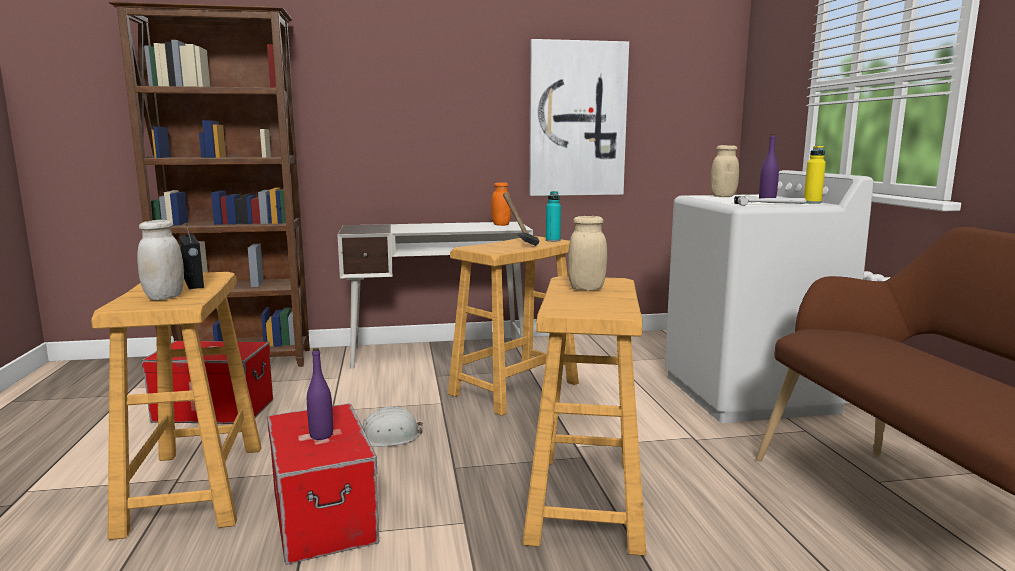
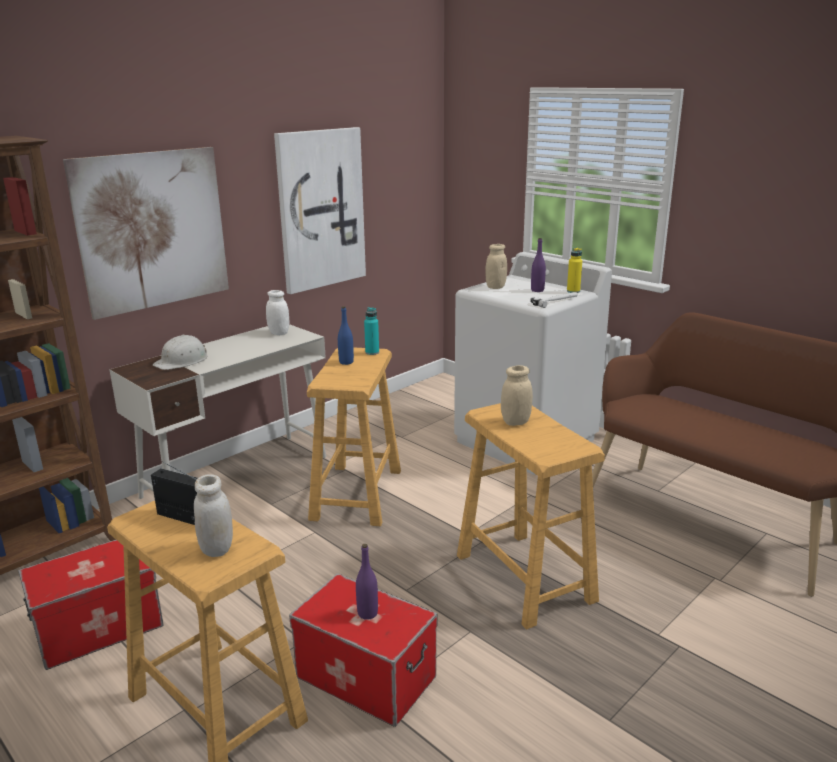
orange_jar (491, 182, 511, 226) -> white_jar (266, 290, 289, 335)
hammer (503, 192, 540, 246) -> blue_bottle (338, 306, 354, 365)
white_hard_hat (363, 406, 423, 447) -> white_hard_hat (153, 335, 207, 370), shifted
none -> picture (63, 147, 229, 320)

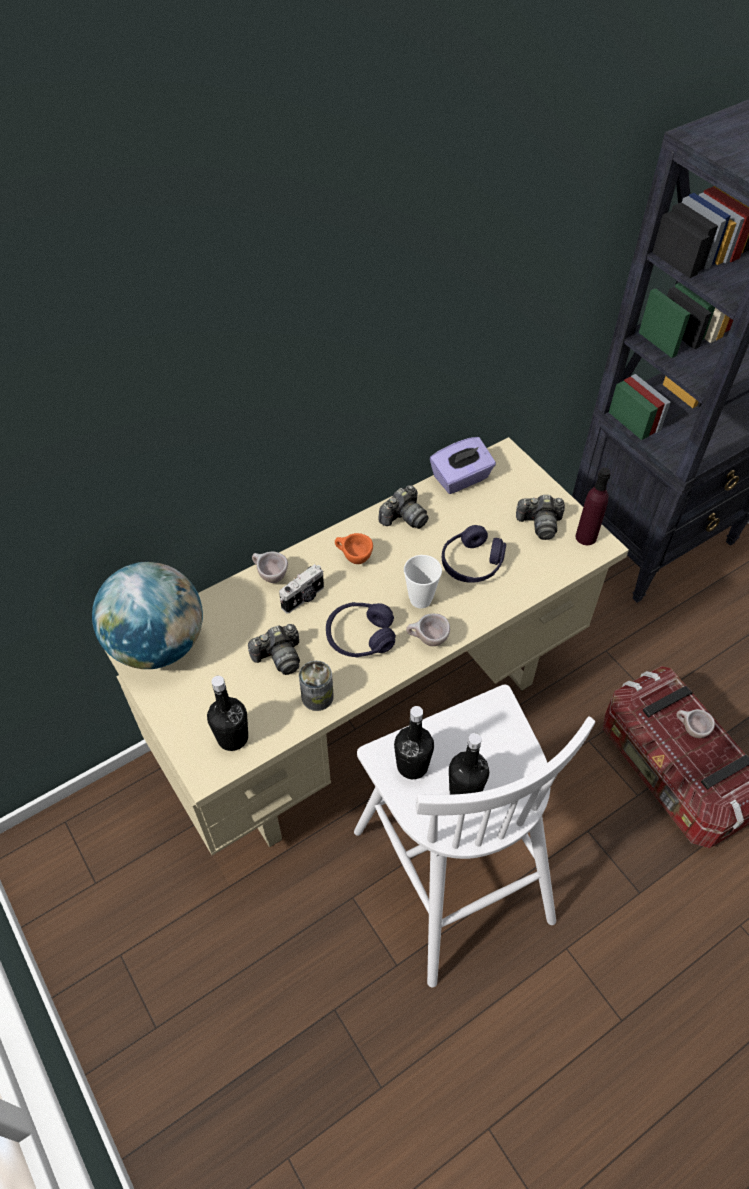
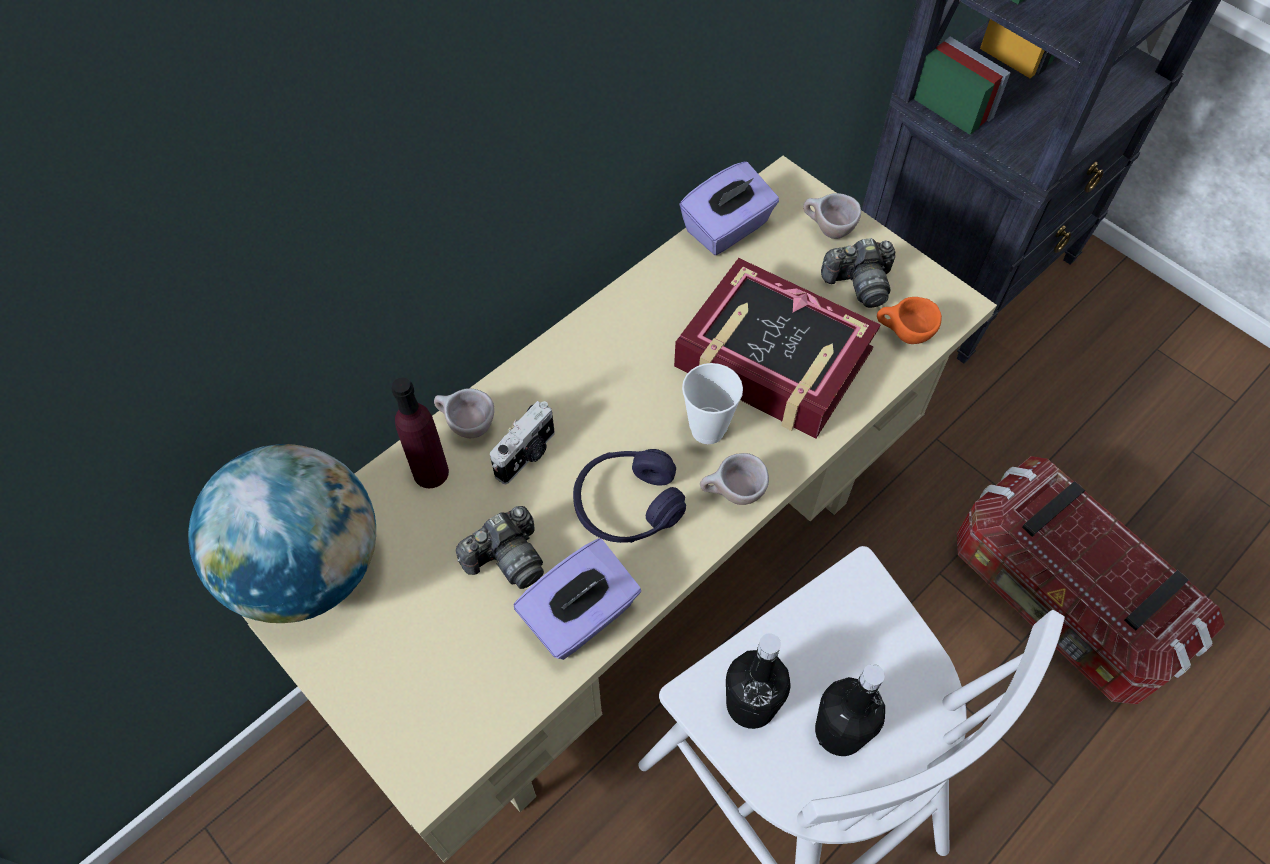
purple_bottle (575, 468, 611, 545) -> purple_bottle (391, 377, 449, 488), shifted
photo_camera (379, 485, 429, 529) -> none
purple_headphones (442, 525, 506, 583) -> book (674, 258, 880, 439)
orange_cup (335, 533, 373, 564) -> orange_cup (877, 297, 942, 344), shifted
can (299, 661, 334, 711) -> purple_tissue_box (514, 538, 641, 660)
black_bottle (207, 676, 248, 751) -> none
beige_cup (676, 709, 715, 738) -> beige_cup (803, 193, 861, 239), shifted

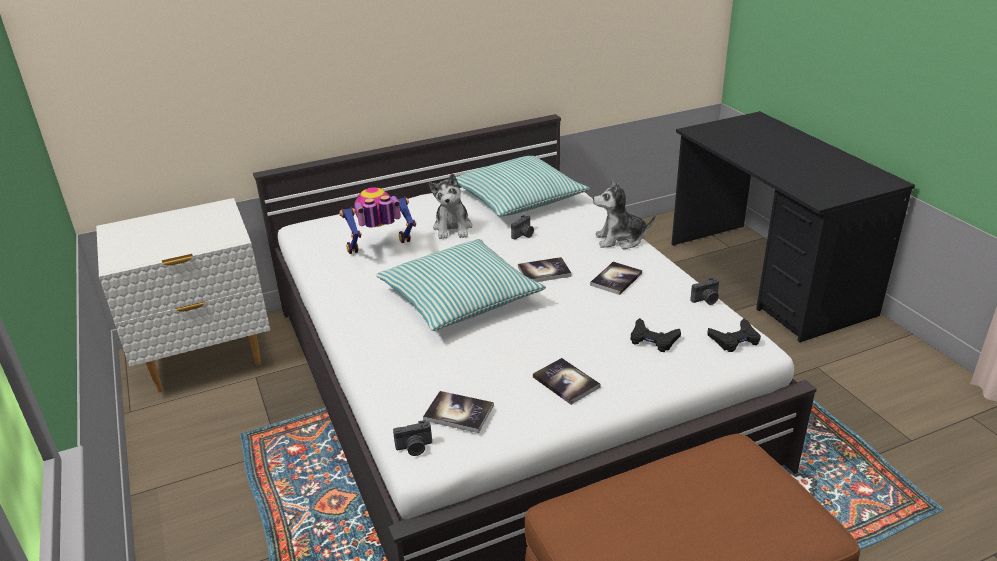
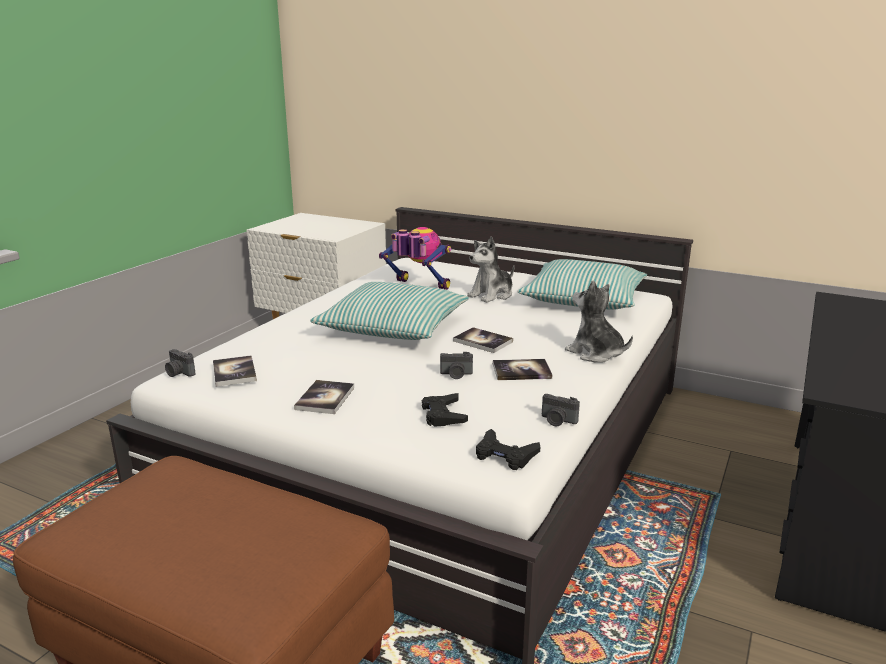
photo_camera (511, 215, 534, 239) -> photo_camera (440, 352, 473, 379), shifted

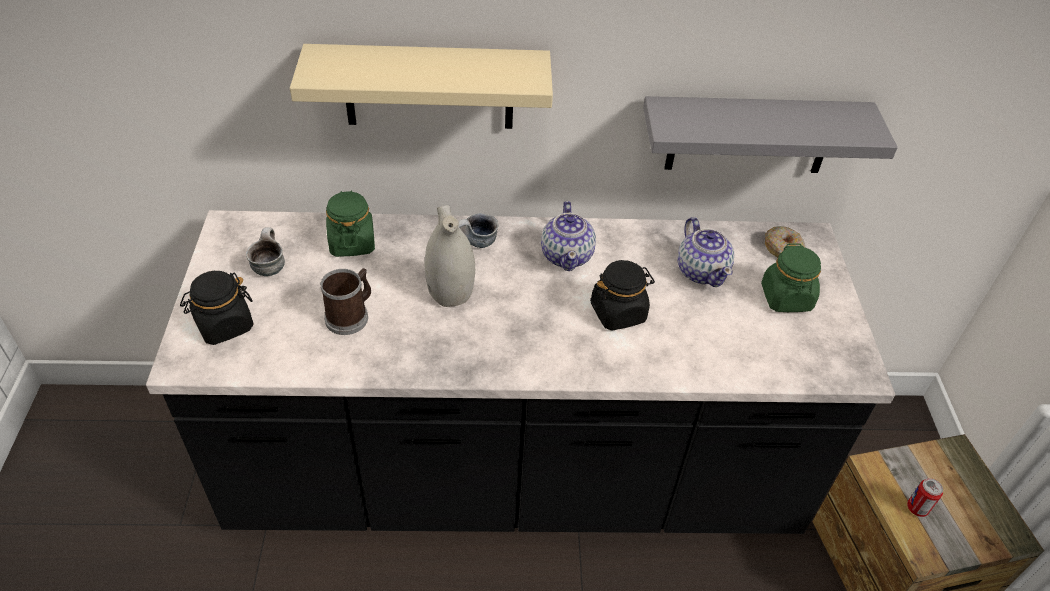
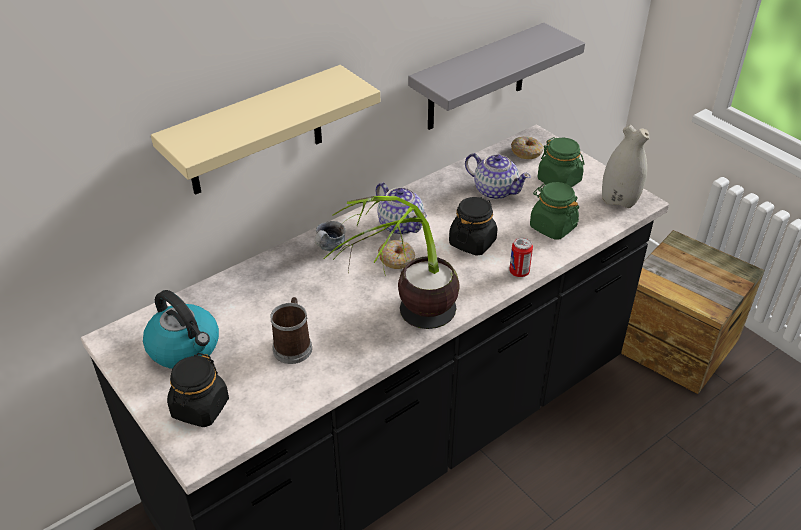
green_jar (326, 190, 375, 257) -> green_jar (530, 182, 579, 239), shifted
white_vase (424, 205, 475, 307) -> white_vase (602, 125, 650, 208), shifted
mug (246, 227, 285, 276) -> kettle (143, 290, 219, 369)
can (907, 478, 943, 517) -> can (509, 237, 533, 277), shifted
none -> potted_plant (323, 196, 460, 329)
none -> donut (378, 240, 415, 269)

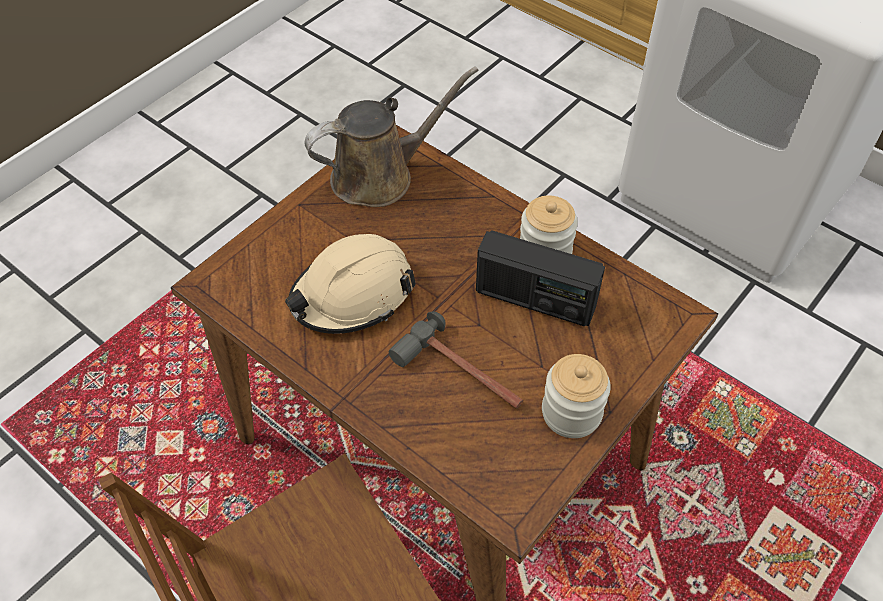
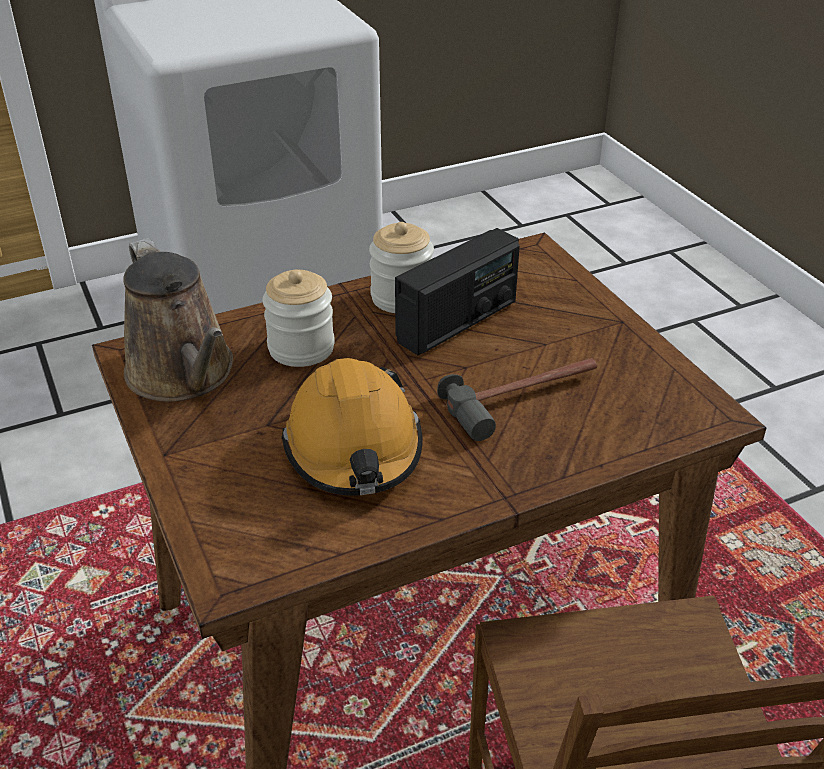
brown_watering_can (305, 67, 479, 207) -> brown_watering_can (123, 238, 233, 402), 150 degrees clockwise
beige_hard_hat (285, 234, 416, 334) -> orange_hard_hat (281, 358, 423, 496)
jar (542, 354, 611, 438) -> jar (262, 270, 335, 367), shifted

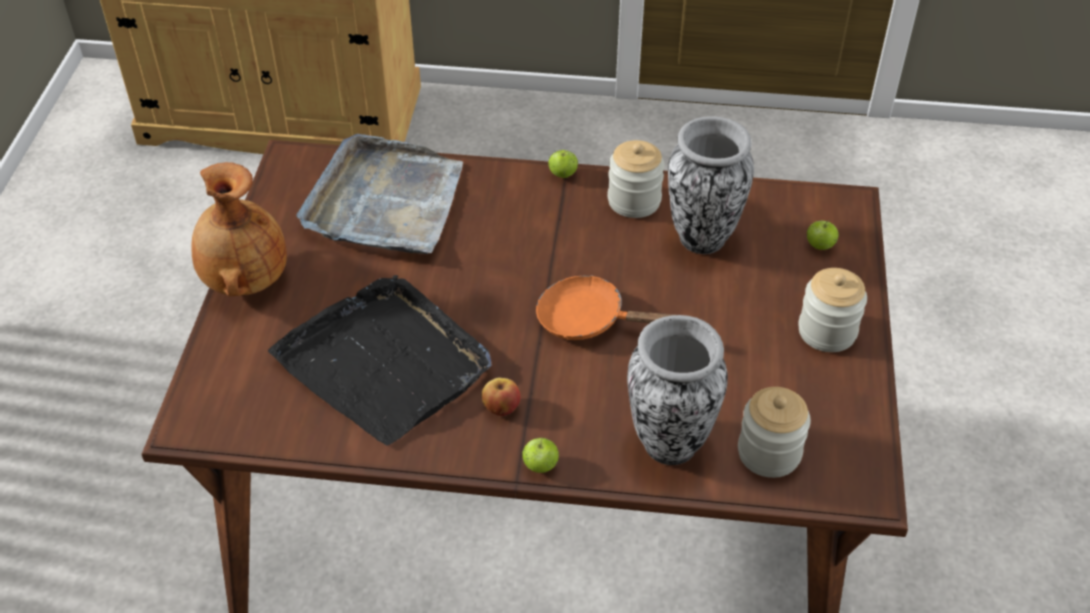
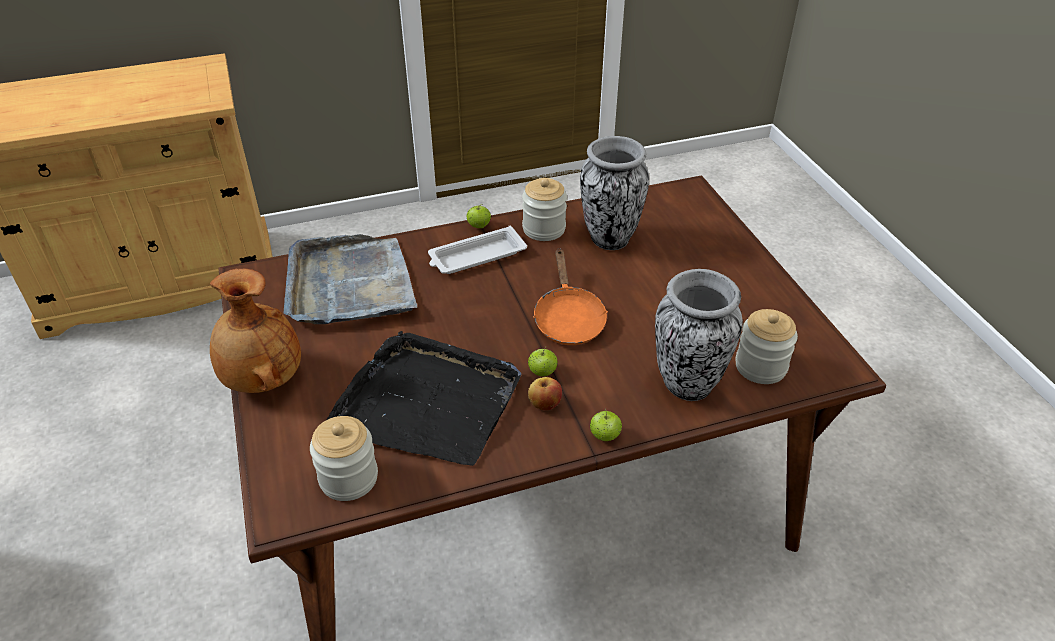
apple (807, 219, 839, 250) -> apple (528, 347, 558, 376), shifted
jar (798, 268, 867, 352) -> jar (310, 416, 378, 501), shifted
orange_frying_pan (536, 275, 674, 340) -> orange_frying_pan (533, 248, 608, 345), 90 degrees counterclockwise
none -> white_tray (428, 225, 527, 274)

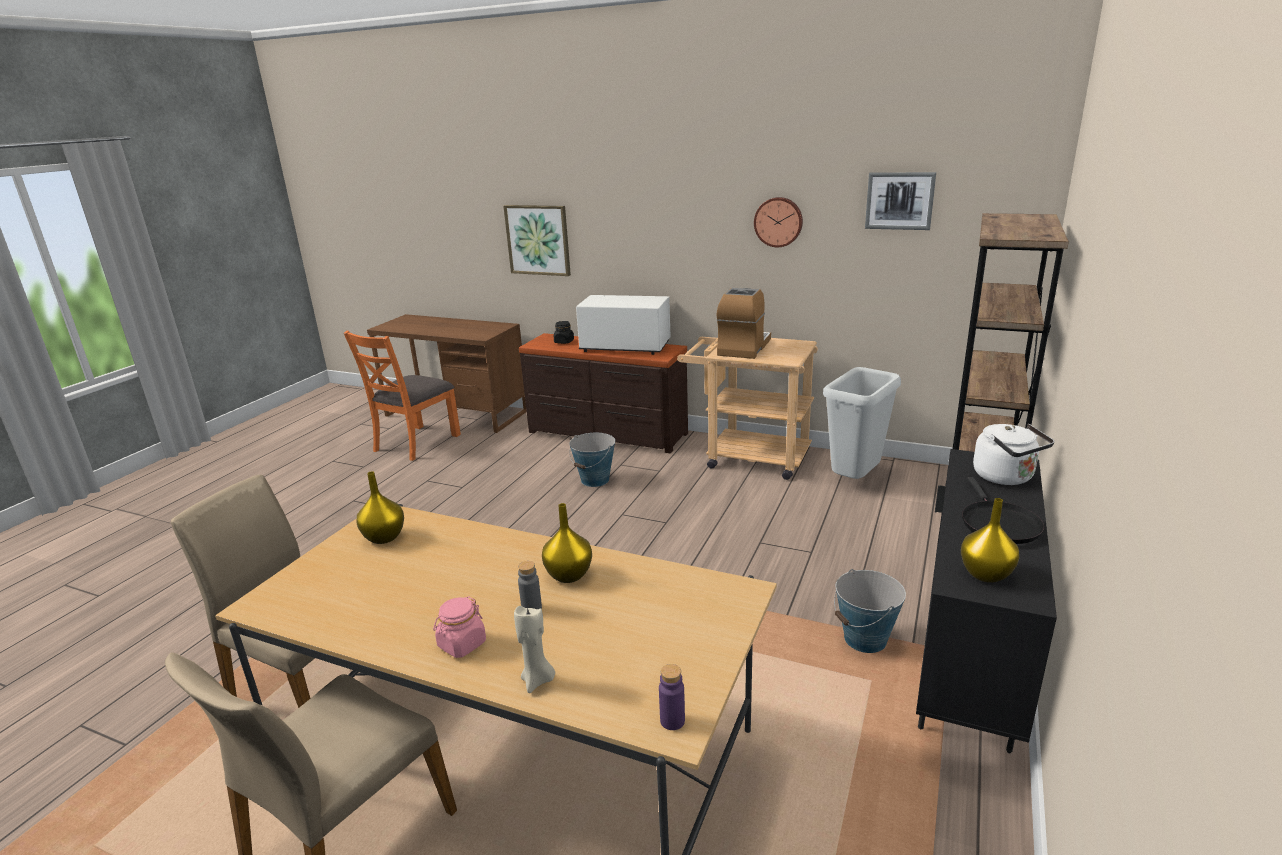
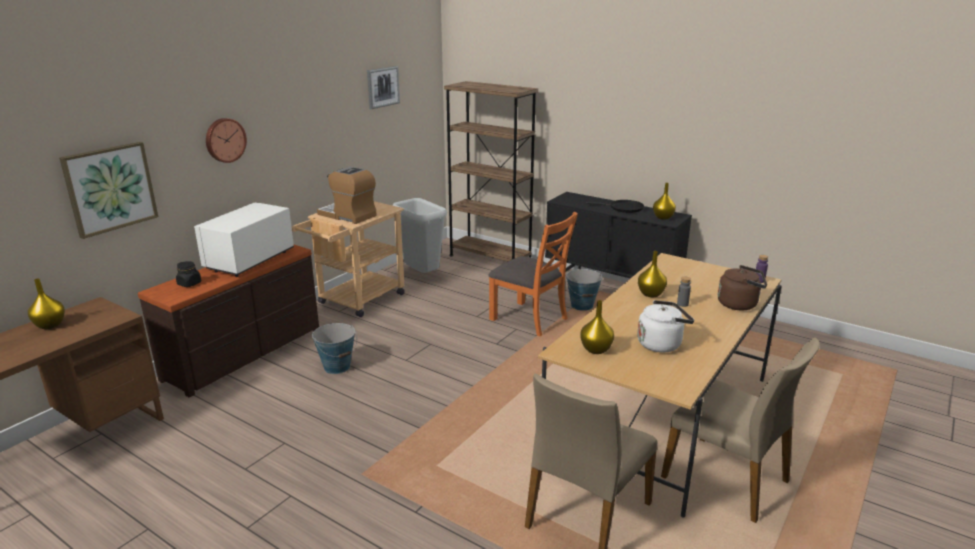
wall_clock (754, 197, 803, 247) -> wall_clock (206, 118, 247, 163), shifted
orange_chair (344, 331, 461, 461) -> orange_chair (488, 212, 578, 336), shifted
white_kettle (973, 424, 1054, 485) -> white_kettle (637, 300, 694, 353), shifted
pink_jar (433, 596, 486, 658) -> none
beige_candle (514, 606, 555, 693) -> brown_kettle (718, 265, 767, 311)
none -> yellow_vase (28, 278, 65, 329)

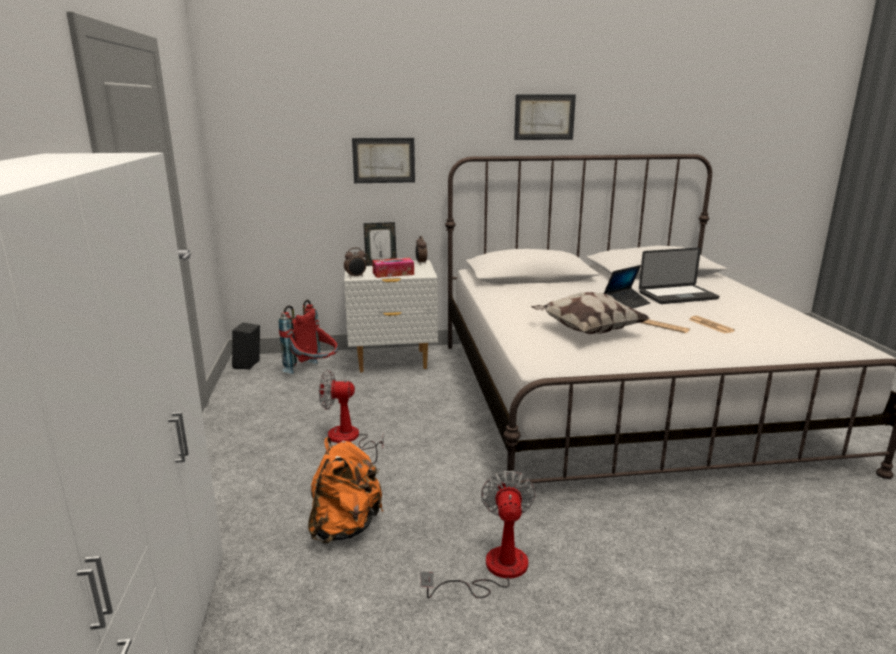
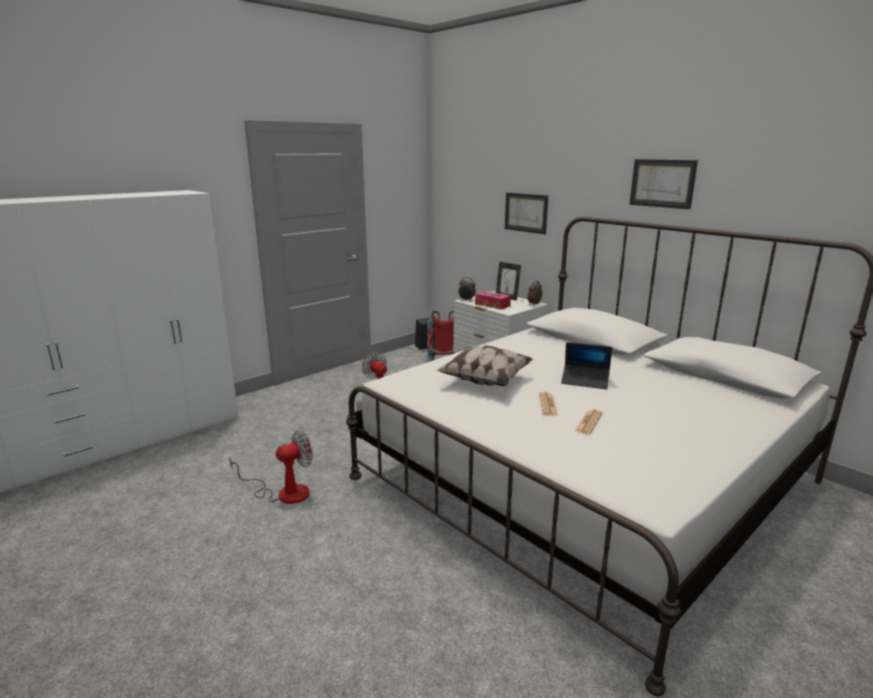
laptop (639, 248, 719, 304) -> none
orange_backpack (308, 437, 383, 544) -> none

